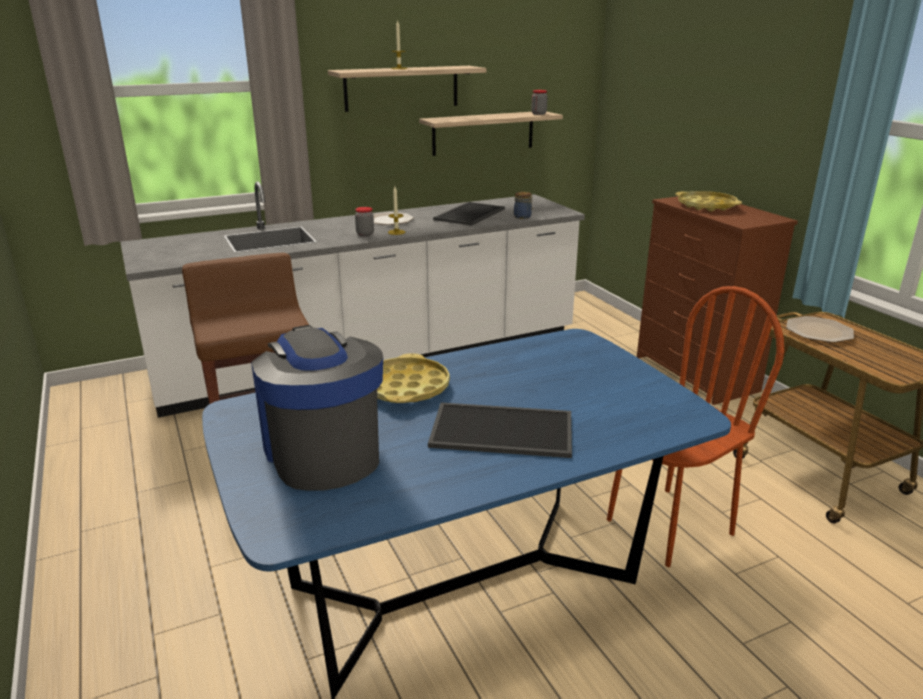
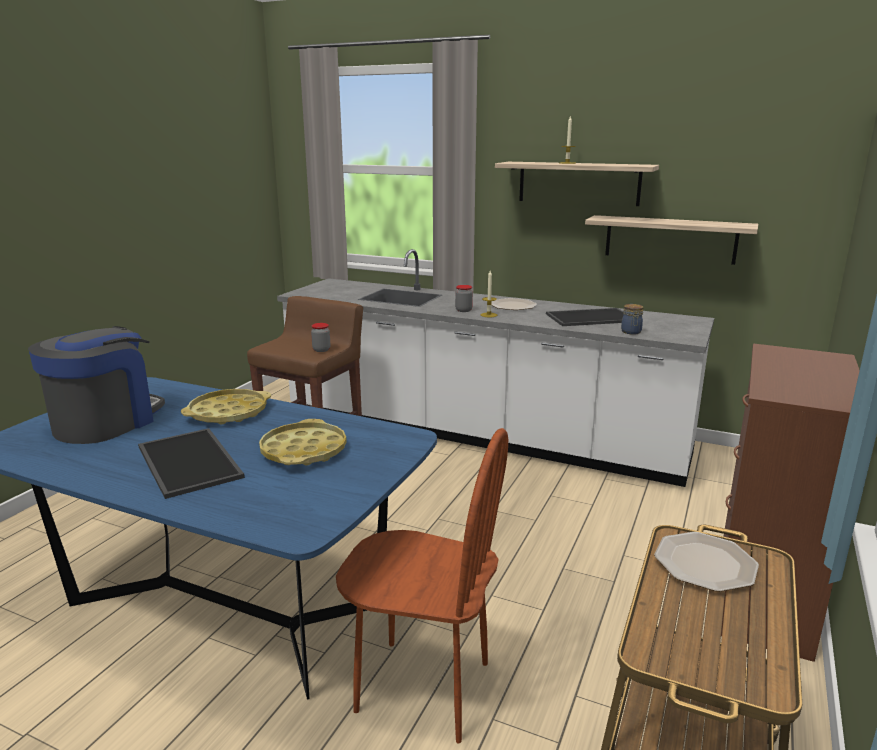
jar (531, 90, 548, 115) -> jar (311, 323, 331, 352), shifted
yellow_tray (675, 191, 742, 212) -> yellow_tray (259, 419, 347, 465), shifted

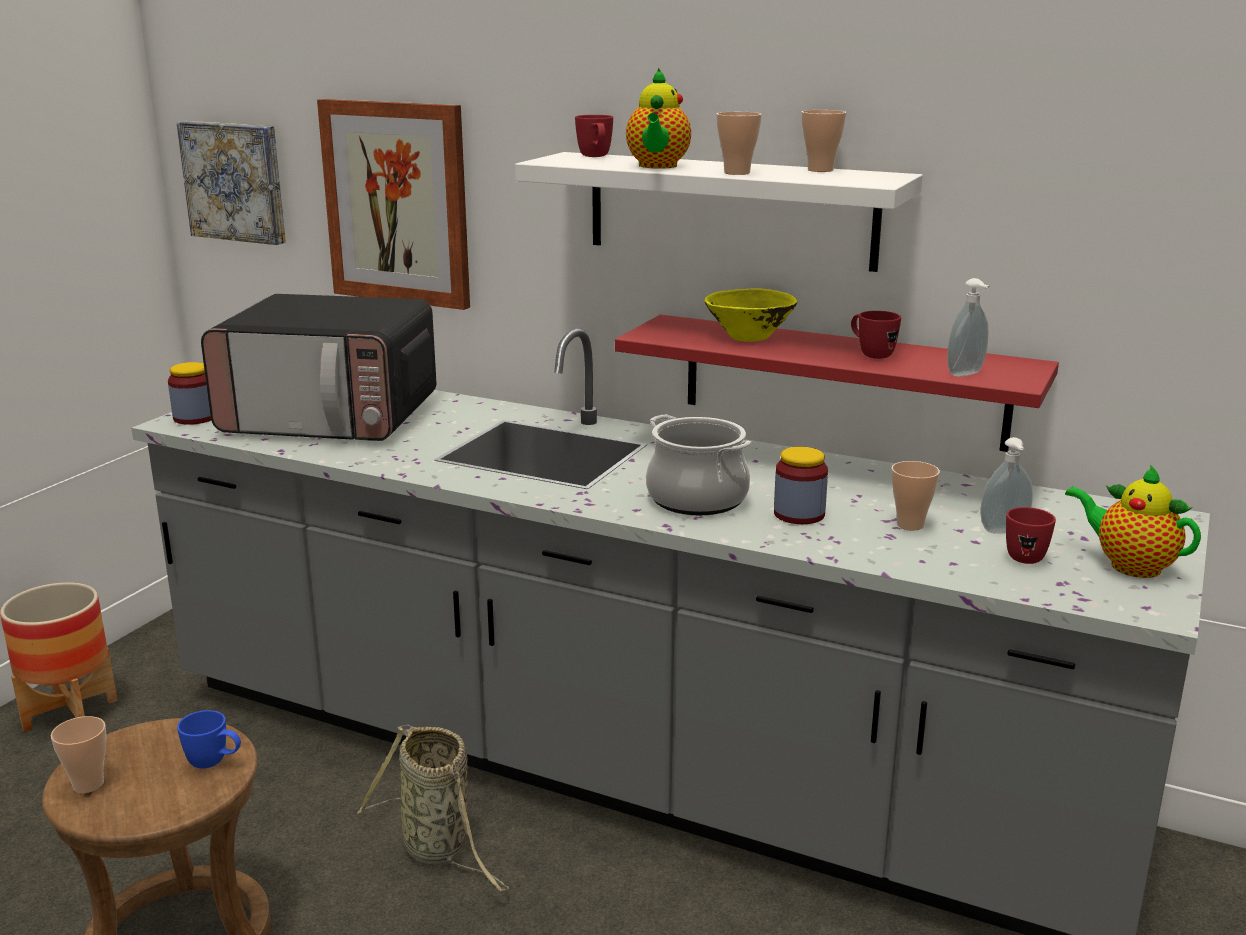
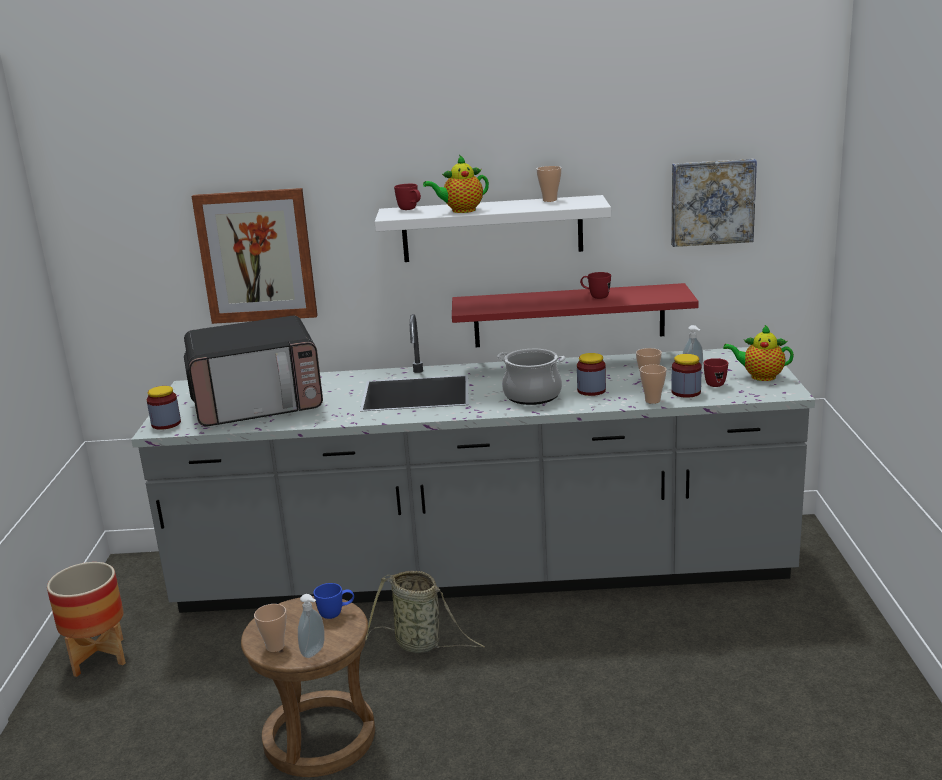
teapot (626, 68, 691, 169) -> teapot (423, 155, 489, 213), 90 degrees clockwise
cup (716, 112, 762, 175) -> cup (640, 365, 667, 404), shifted
picture (176, 121, 286, 245) -> picture (671, 159, 757, 247), shifted
soap_dispenser (947, 278, 990, 377) -> soap_dispenser (298, 594, 325, 658), shifted
yellow_bowl (705, 288, 797, 342) -> none
none -> jar (671, 354, 702, 398)

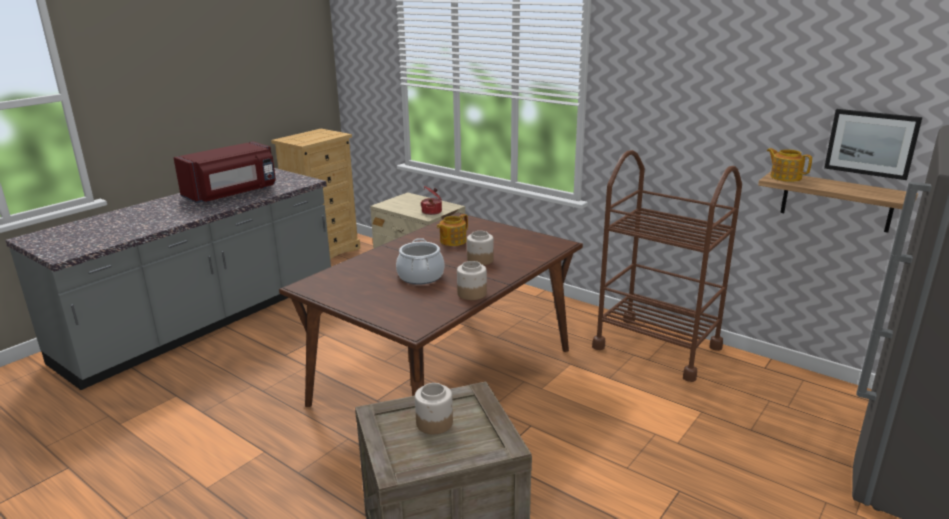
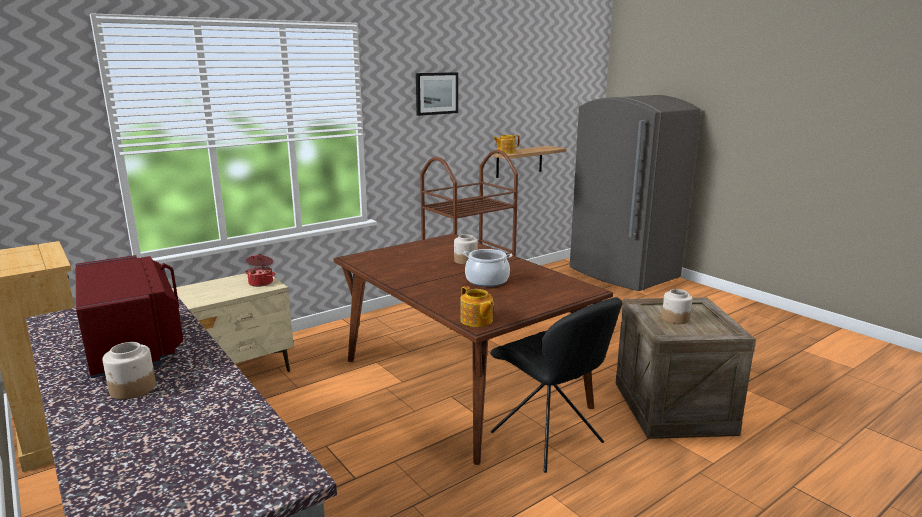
picture (824, 109, 922, 180) -> picture (416, 72, 458, 116), shifted
teapot (437, 214, 468, 246) -> teapot (460, 286, 494, 327), shifted
jar (457, 261, 487, 300) -> jar (102, 342, 156, 400), shifted
none -> black_chair (490, 297, 623, 473)

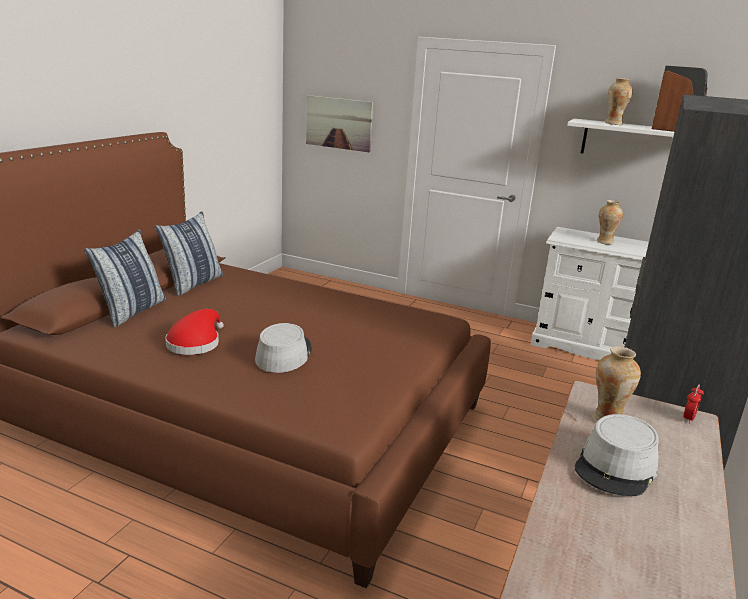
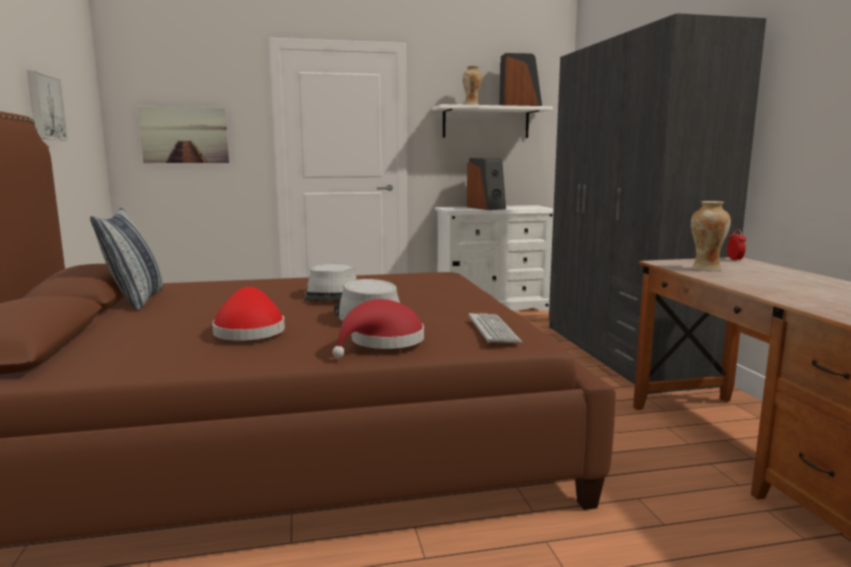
vase (597, 200, 623, 245) -> speaker (467, 158, 506, 210)
pillow (84, 229, 166, 327) -> none
grey_hat (575, 414, 659, 496) -> grey_hat (304, 264, 357, 301), shifted
none -> picture (27, 70, 68, 140)
none -> red_hat (332, 299, 424, 358)
none -> keyboard (469, 313, 522, 343)

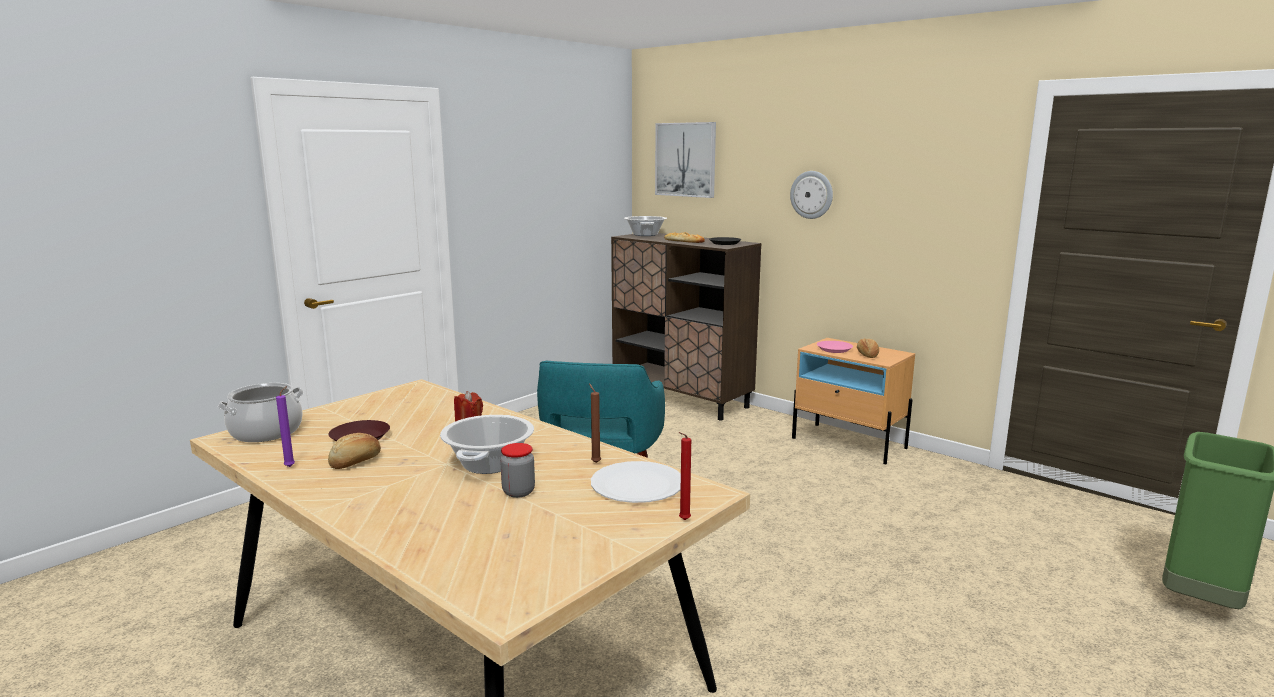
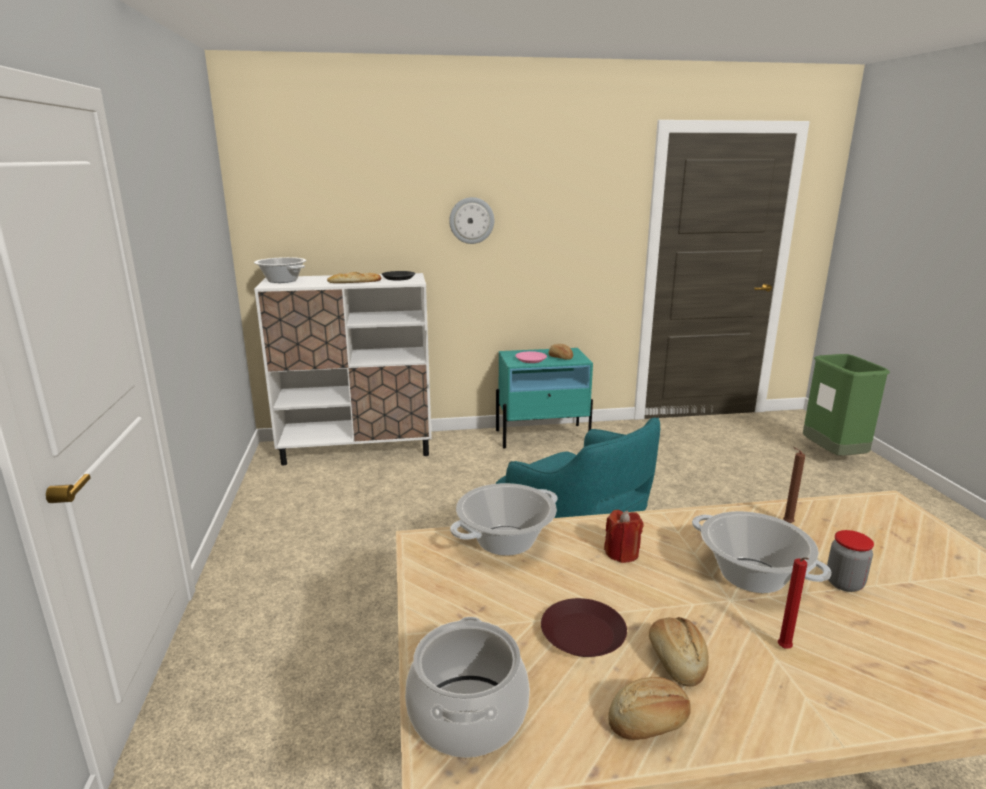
picture (655, 122, 716, 198) -> none
brown_cabinet (611, 233, 761, 421) -> white_cabinet (254, 273, 432, 466)
beige_nightstand (792, 338, 915, 464) -> turquoise_nightstand (496, 348, 593, 449)
purple_candle (276, 386, 295, 467) -> bread (608, 677, 691, 740)
red_candle (679, 432, 691, 520) -> red_candle (778, 557, 809, 649), shifted
white_plate (591, 461, 681, 503) -> none
none -> cooking_pot (450, 483, 558, 556)

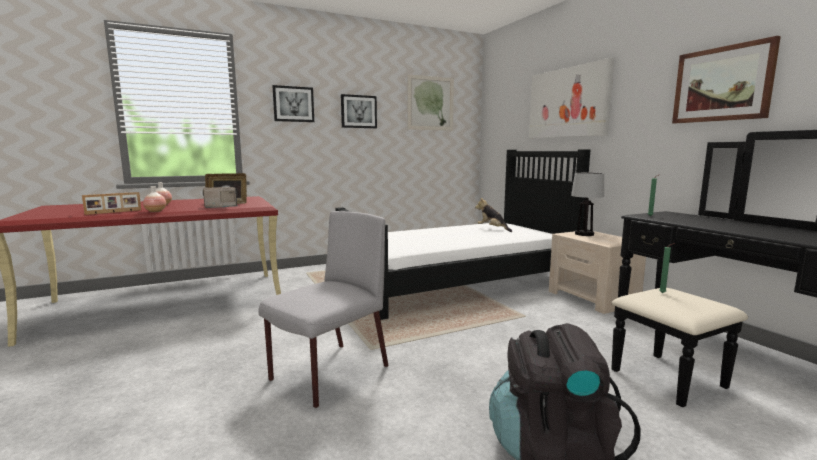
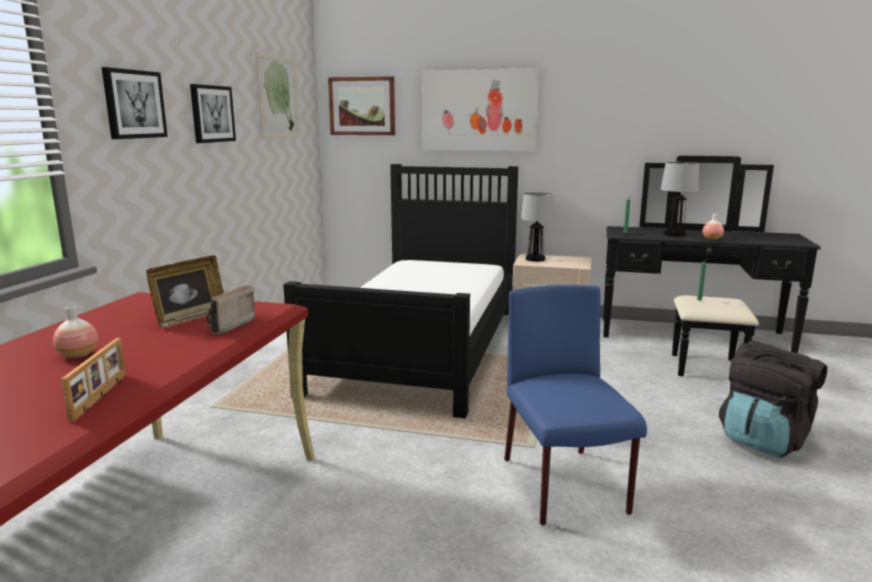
picture (672, 36, 781, 123) -> picture (328, 76, 395, 135), shifted
vase (143, 186, 166, 212) -> vase (703, 213, 724, 240), shifted
plush_toy (475, 198, 512, 232) -> none
grey_chair (258, 211, 388, 408) -> blue_chair (504, 285, 647, 526)
none -> table_lamp (661, 162, 699, 237)

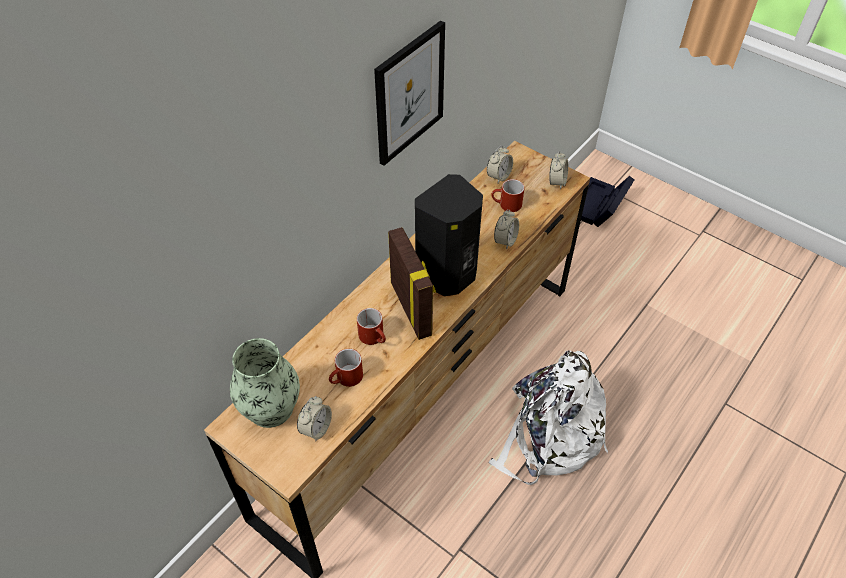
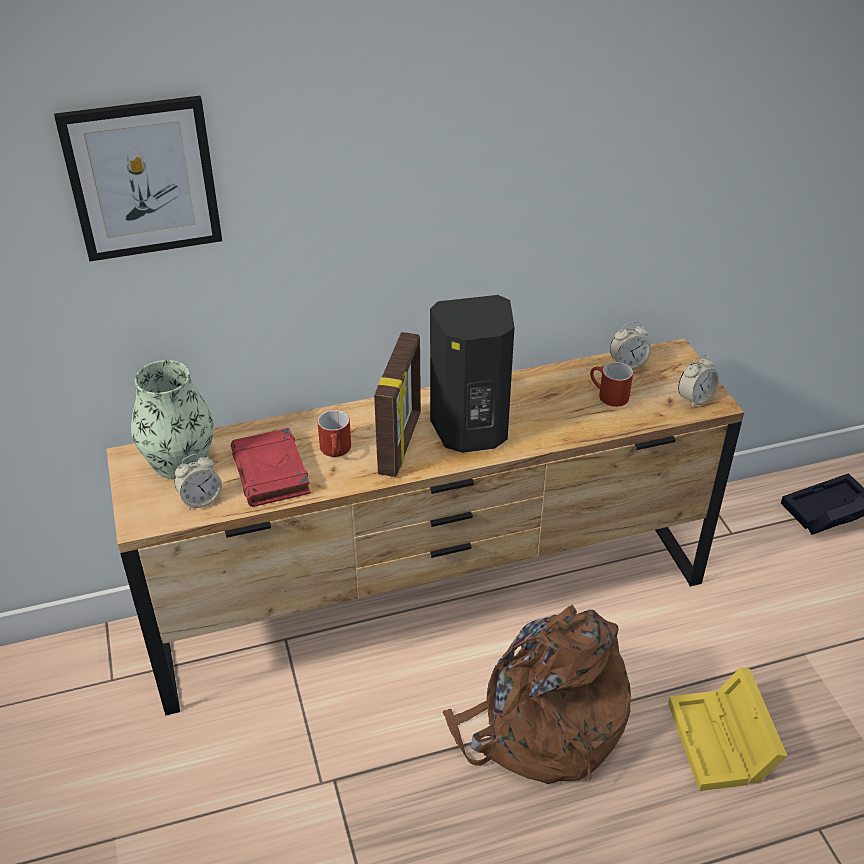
picture (374, 20, 445, 166) -> picture (54, 96, 222, 261), shifted
alarm_clock (494, 209, 519, 250) -> none
red_mug (329, 349, 363, 387) -> red_book (231, 428, 311, 507)
white_backpack (488, 350, 608, 485) -> brown_backpack (443, 605, 631, 784)
none -> yellow_storage_box (668, 667, 787, 791)

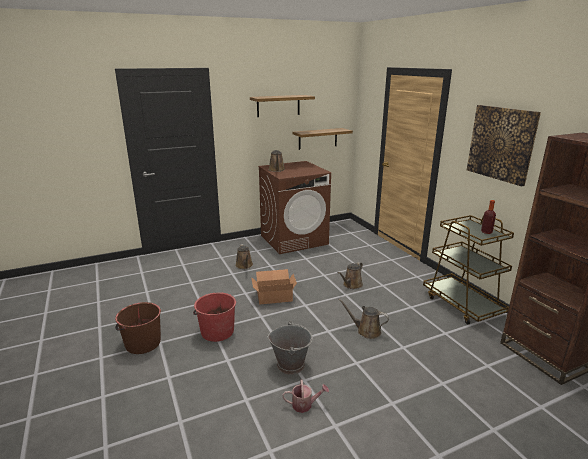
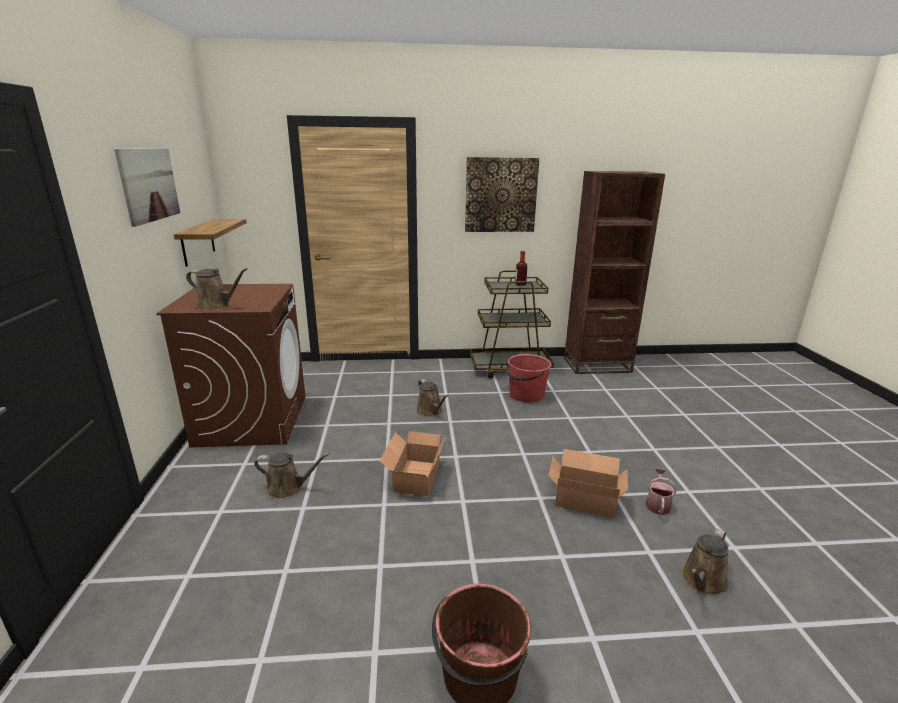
shelf (250, 95, 315, 117) -> picture (114, 148, 180, 227)
red_bucket (193, 292, 236, 342) -> red_bucket (506, 354, 551, 402), shifted
brown_watering_can (339, 299, 389, 339) -> brown_watering_can (681, 529, 729, 596), shifted
grey_bucket (267, 321, 313, 375) -> cardboard_box (549, 449, 628, 518)

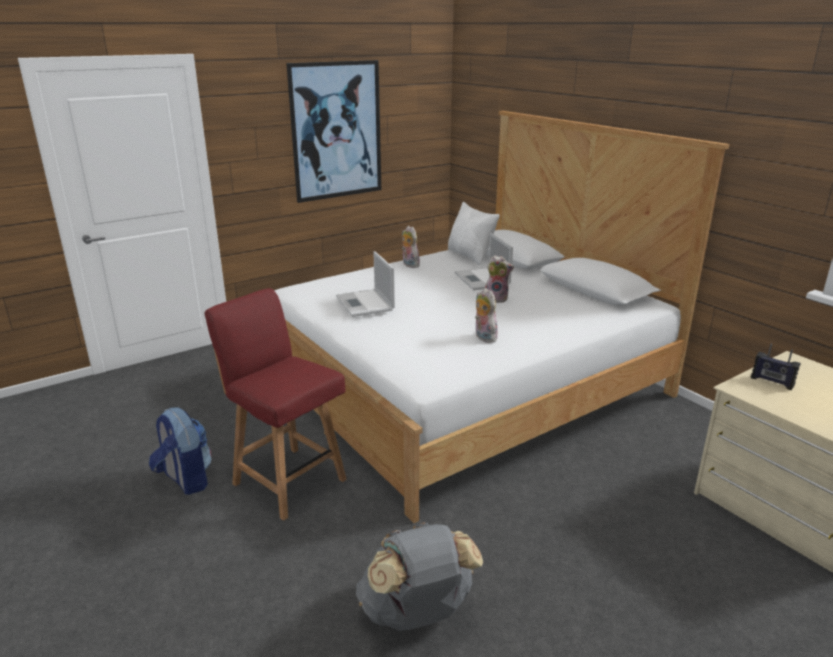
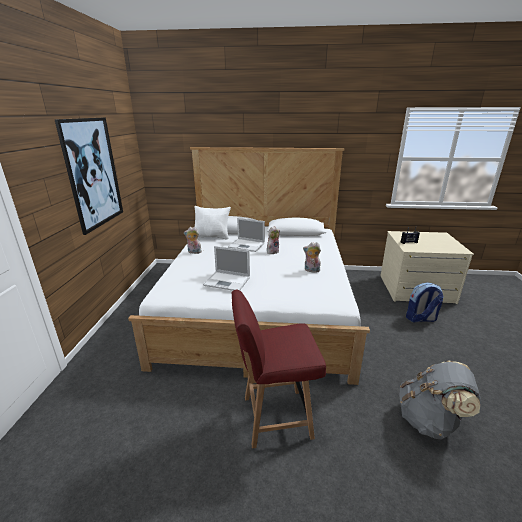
backpack (149, 407, 212, 495) -> backpack (406, 282, 443, 322), shifted

